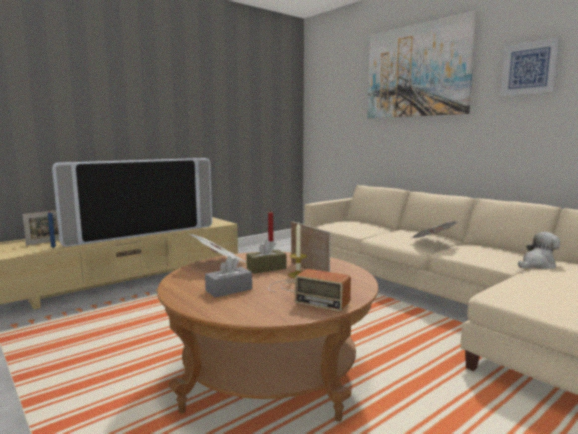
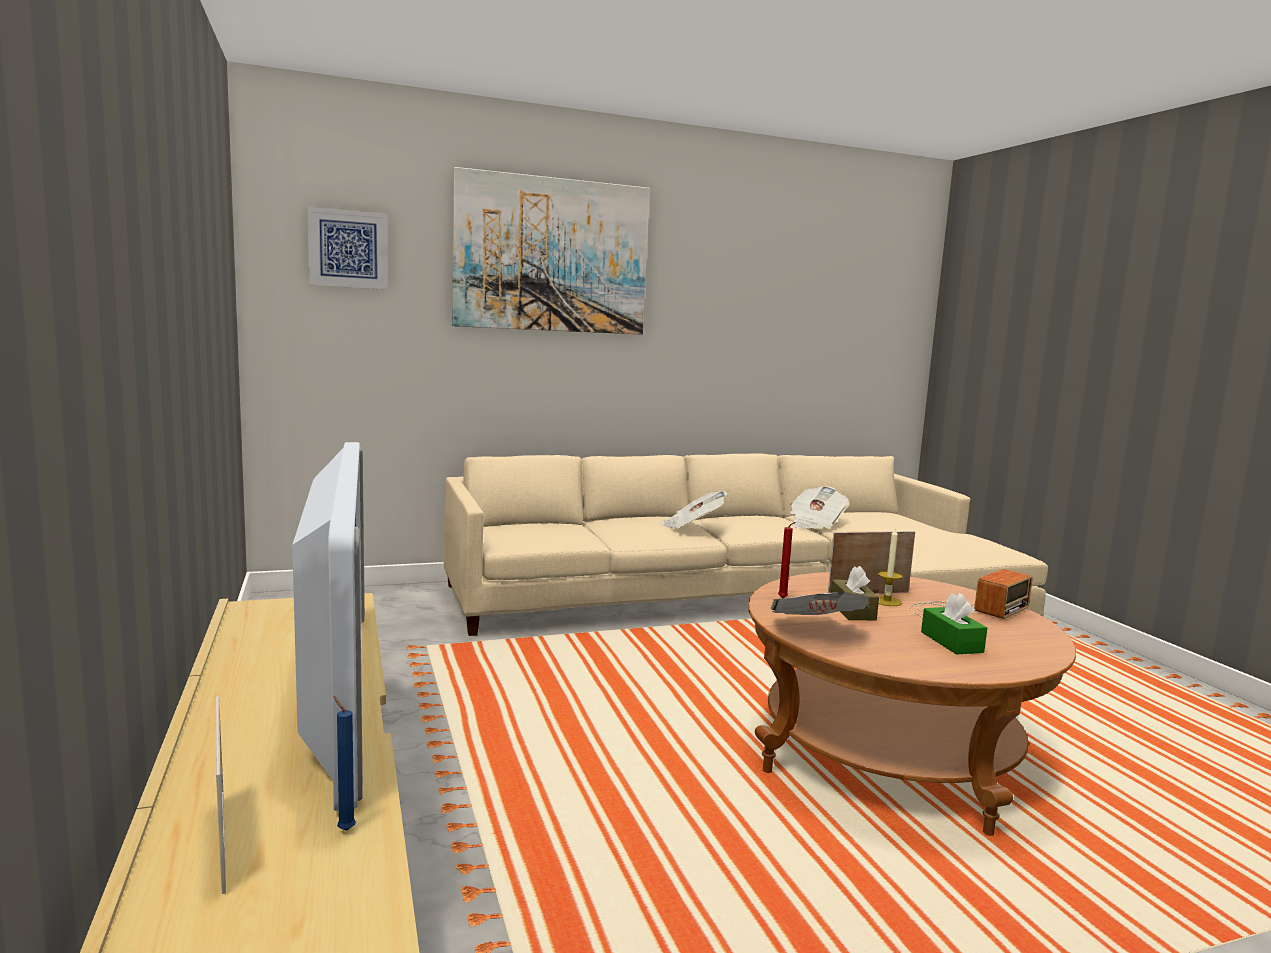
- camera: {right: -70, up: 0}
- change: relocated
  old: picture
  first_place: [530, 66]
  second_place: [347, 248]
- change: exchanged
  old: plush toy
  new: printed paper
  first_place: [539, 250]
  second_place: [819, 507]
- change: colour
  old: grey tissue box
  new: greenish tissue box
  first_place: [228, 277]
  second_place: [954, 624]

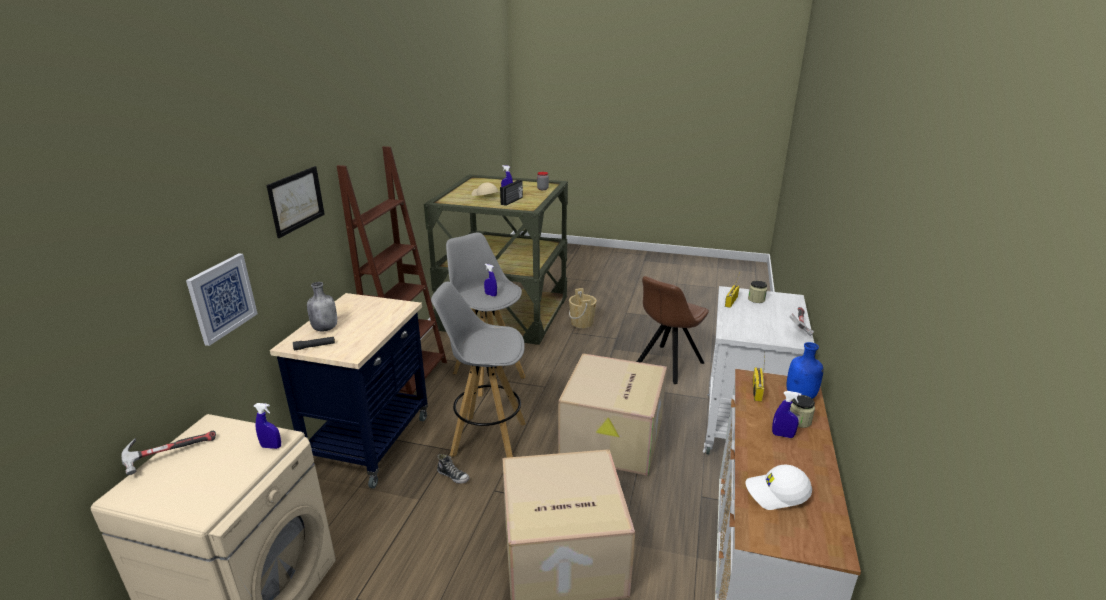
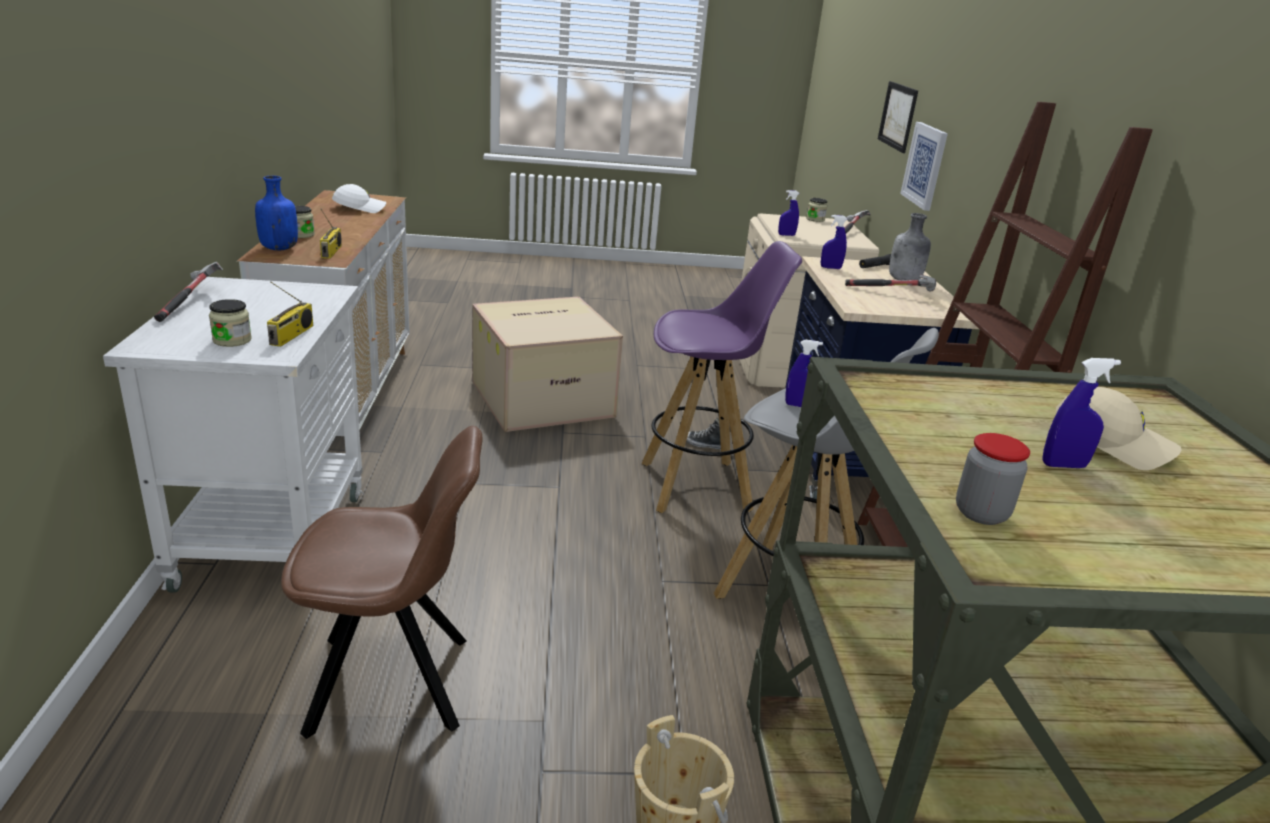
- camera: {right: 160, up: 0}
- change: relocated
  old: picture
  first_place: [295, 202]
  second_place: [898, 117]
- change: missing
  old: radio receiver
  first_place: [511, 193]
- change: spun
  old: brownish chair
  first_place: [673, 330]
  second_place: [381, 582]
  degrees: 60
- change: colour
  old: grey stool
  new: purple stool
  first_place: [478, 370]
  second_place: [721, 377]
- change: missing
  old: carton
  first_place: [612, 414]
- change: relocated
  old: blue-coloured sprayer
  first_place: [786, 414]
  second_place: [834, 242]
- change: appeared
  new: storage jar
  second_place: [816, 210]
- change: appeared
  new: hand hammer
  second_place: [890, 283]

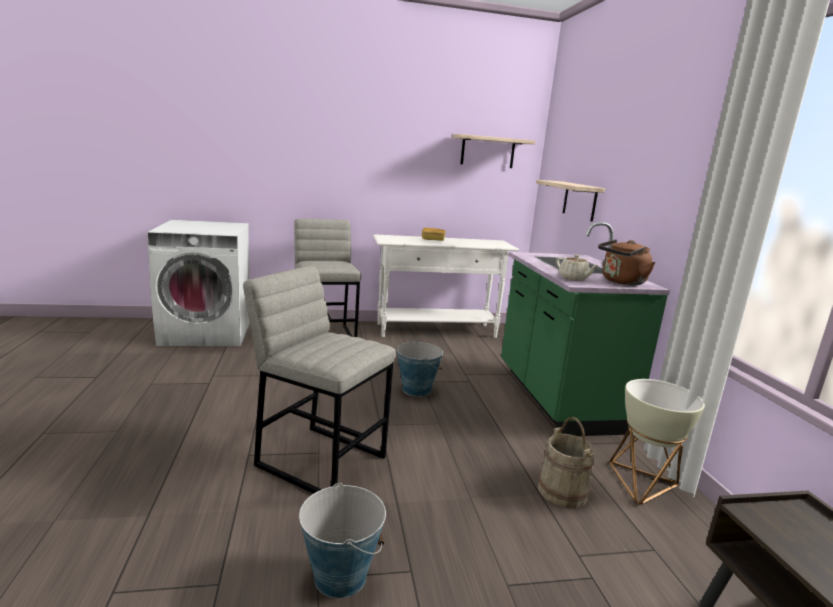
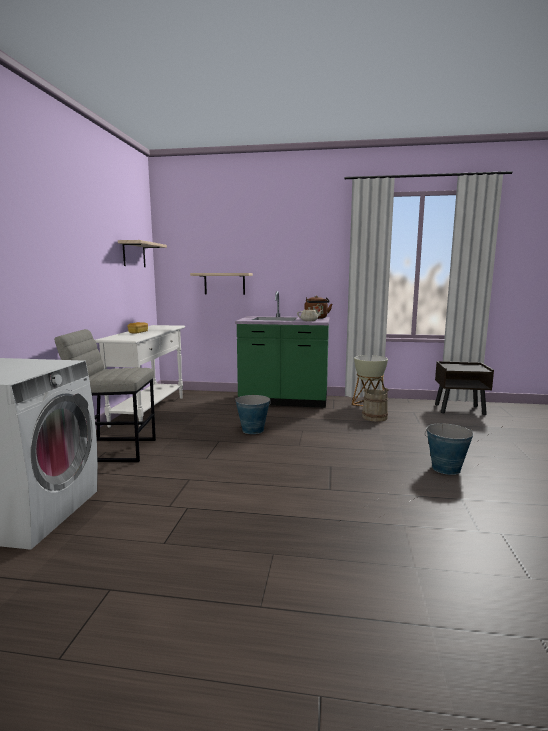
- camera: {right: -70, up: -5}
- change: missing
  old: grey chair
  first_place: [319, 380]

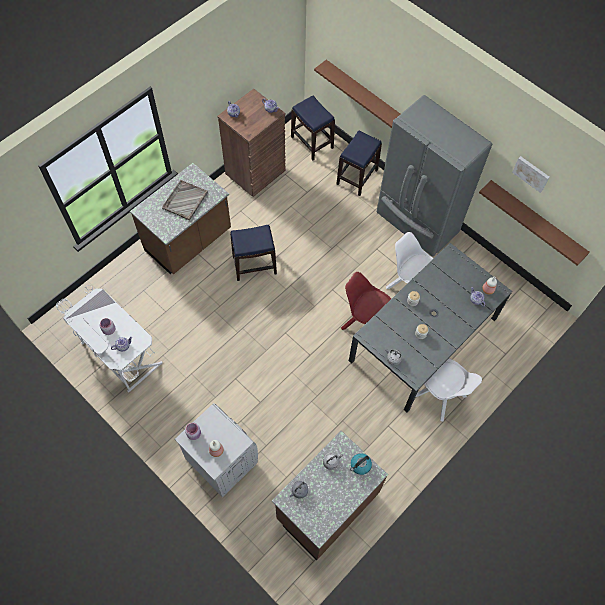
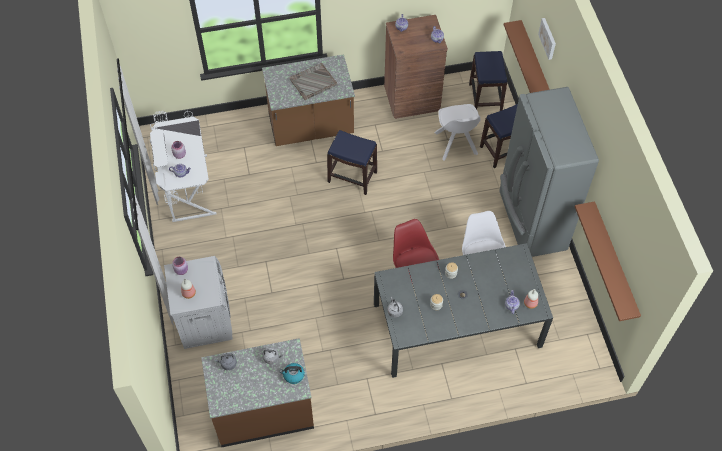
- camera: {right: 35, up: -5}
- change: relocated
  old: picture
  first_place: [530, 174]
  second_place: [547, 39]
- change: relocated
  old: white-coloured chair
  first_place: [449, 389]
  second_place: [458, 132]

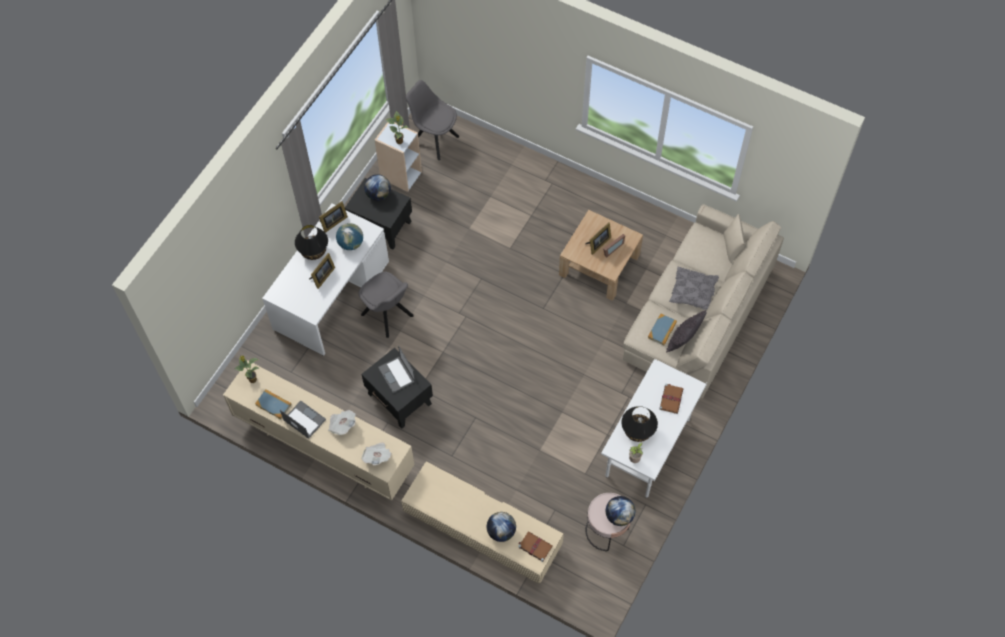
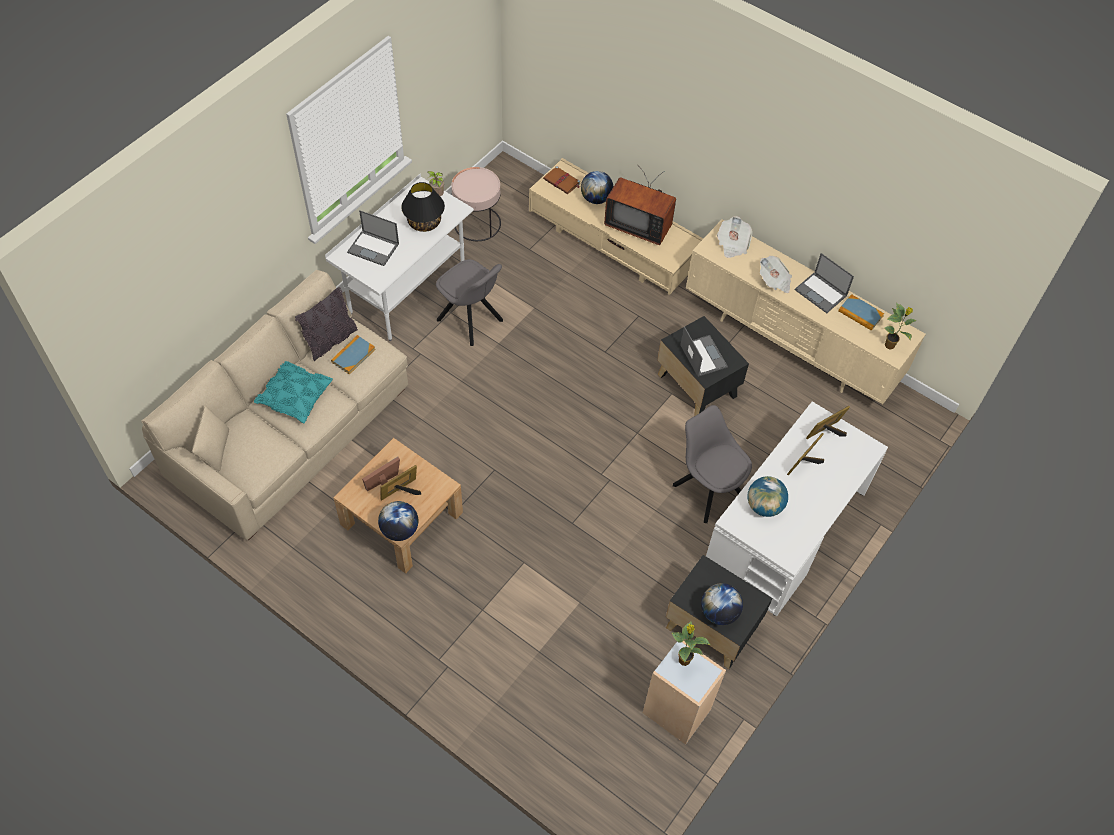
- camera: {right: -175, up: -5}
- change: relocated
  old: grey chair
  first_place: [432, 120]
  second_place: [469, 302]
- change: relocated
  old: standing frame
  first_place: [333, 217]
  second_place: [828, 422]
- change: missing
  old: blackish lamp for a table
  first_place: [311, 242]
- change: colour
  old: grey pillow
  new: turquoise-coloured pillow
  first_place: [694, 288]
  second_place: [293, 392]
- change: exchanged
  old: brownish bound book
  new: notebook computer
  first_place: [671, 399]
  second_place: [373, 238]
- change: relocated
  old: globe
  first_place: [620, 511]
  second_place: [398, 521]
- change: appeared
  new: TV
  second_place: [640, 206]

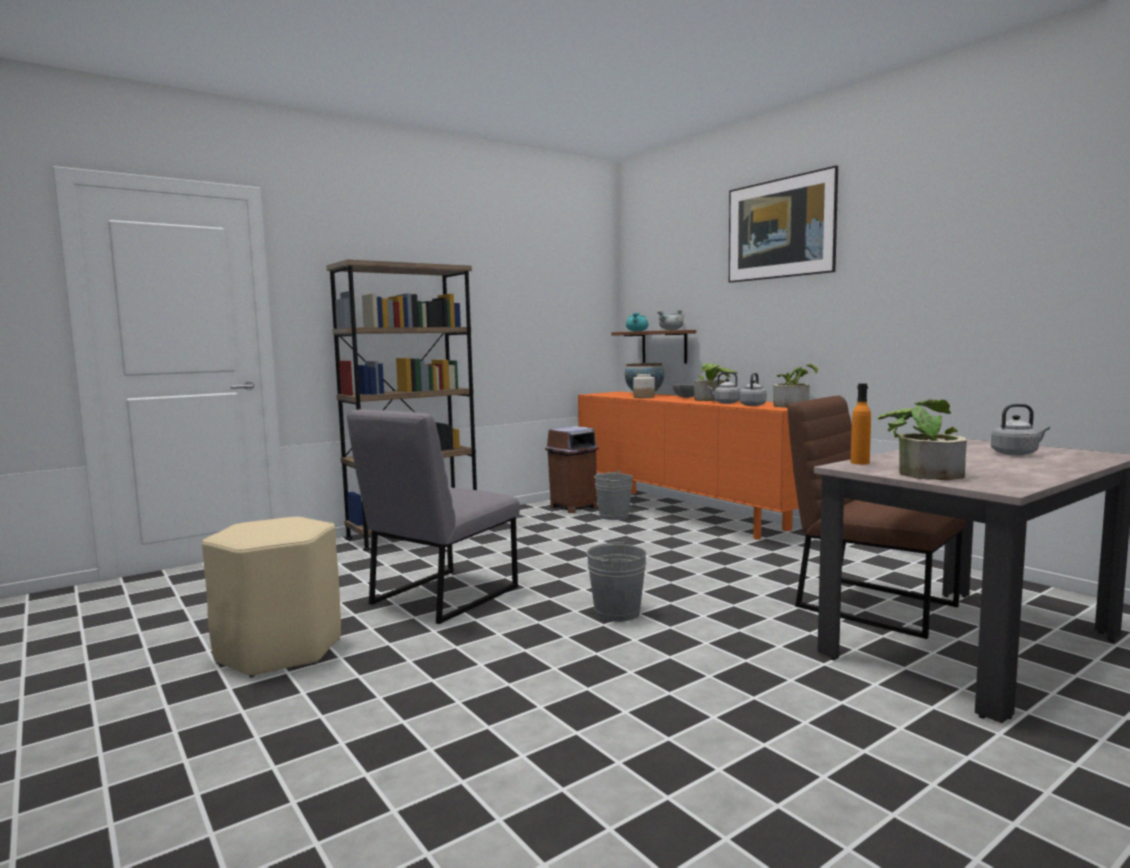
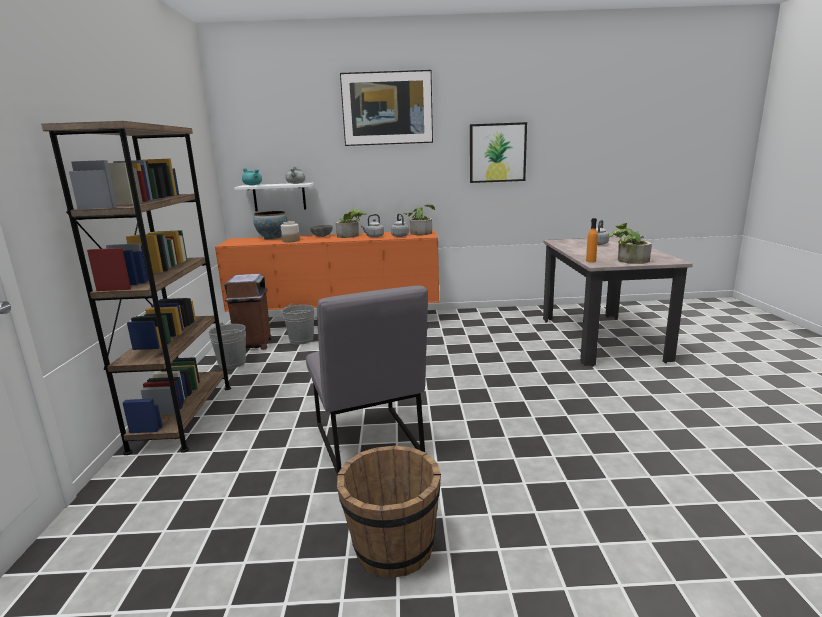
- camera: {right: -55, up: 10}
- change: colour
  old: brownish shelf
  new: white-coloured shelf
  first_place: [653, 346]
  second_place: [274, 197]
- change: missing
  old: brownish chair
  first_place: [877, 517]
- change: exchanged
  old: beige stool
  new: brownish bucket
  first_place: [271, 597]
  second_place: [389, 512]
- change: relocated
  old: grey bucket
  first_place: [616, 581]
  second_place: [227, 346]
- change: appeared
  new: picture
  second_place: [498, 152]

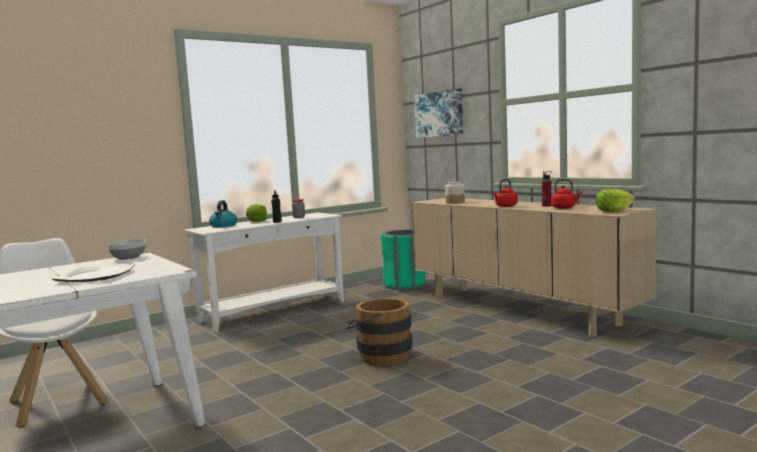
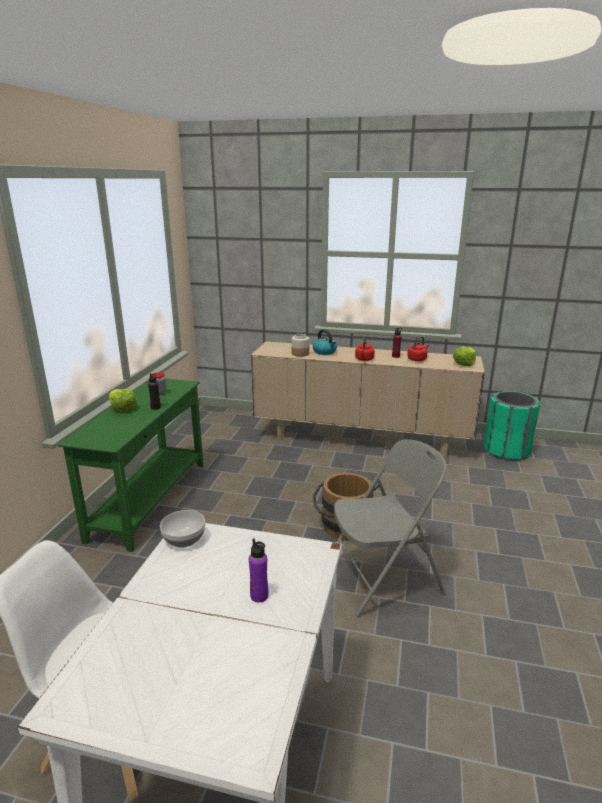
- camera: {right: -40, up: 15}
- change: missing
  old: picture
  first_place: [438, 113]
- change: relocated
  old: kettle
  first_place: [223, 214]
  second_place: [325, 342]
- change: colour
  old: white-coloured hall table
  new: greenish hall table
  first_place: [264, 273]
  second_place: [130, 465]
- change: relocated
  old: greenish trash can
  first_place: [403, 260]
  second_place: [512, 426]
- change: exchanged
  old: flat dish
  new: purple bottle
  first_place: [93, 273]
  second_place: [259, 570]
- change: appeared
  new: grey chair
  second_place: [390, 528]

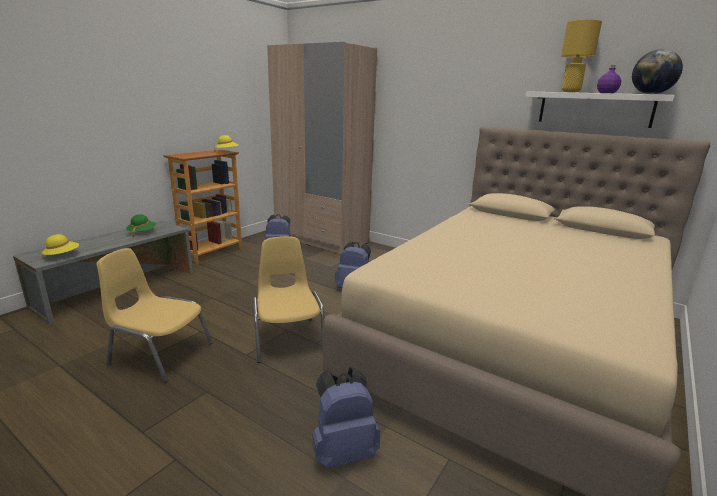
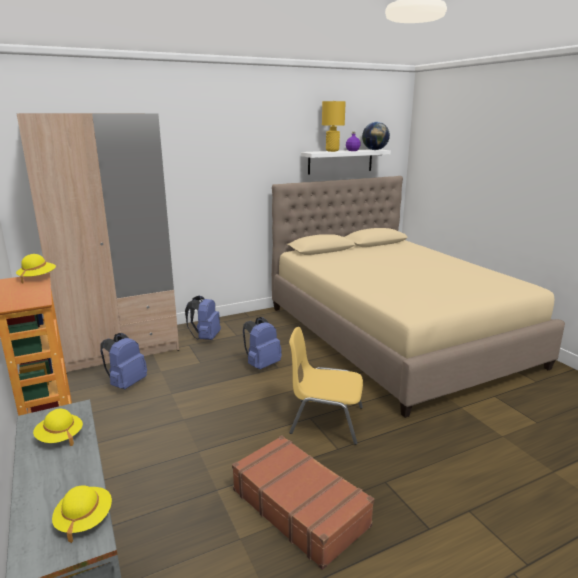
- camera: {right: -60, up: 0}
- change: colour
  old: greenish clothing hat
  new: yellow-coloured clothing hat
  first_place: [141, 225]
  second_place: [58, 427]
- change: exchanged
  old: yellow-coloured chair
  new: brownish suitcase
  first_place: [155, 315]
  second_place: [303, 502]
- change: relocated
  old: blue-coloured rucksack
  first_place: [346, 417]
  second_place: [203, 318]

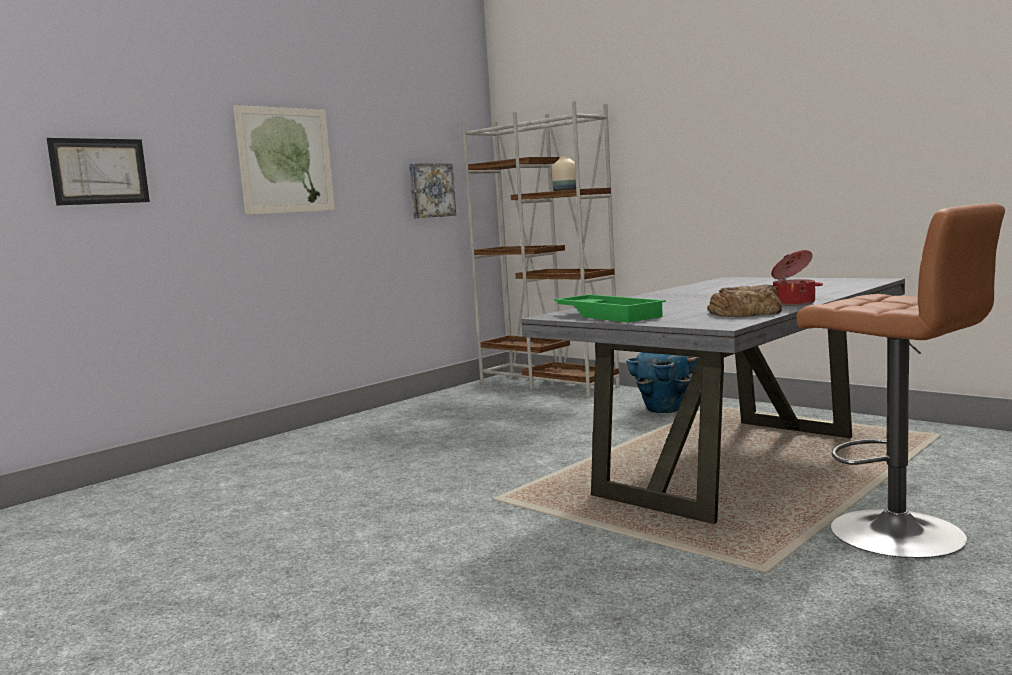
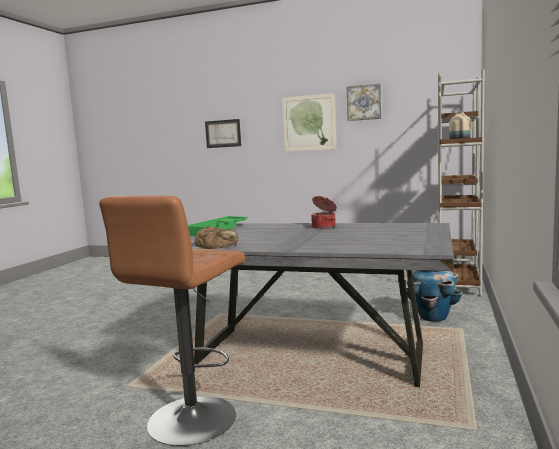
- camera: {right: 65, up: 0}
- change: relocated
  old: picture
  first_place: [432, 190]
  second_place: [364, 102]
- change: relocated
  old: stockpot
  first_place: [797, 278]
  second_place: [324, 212]

